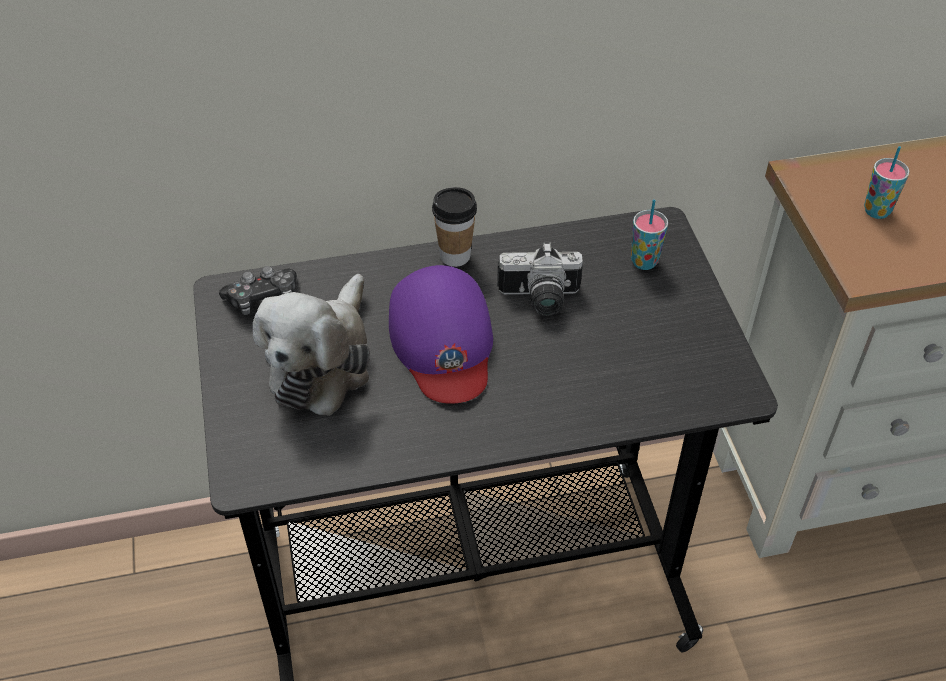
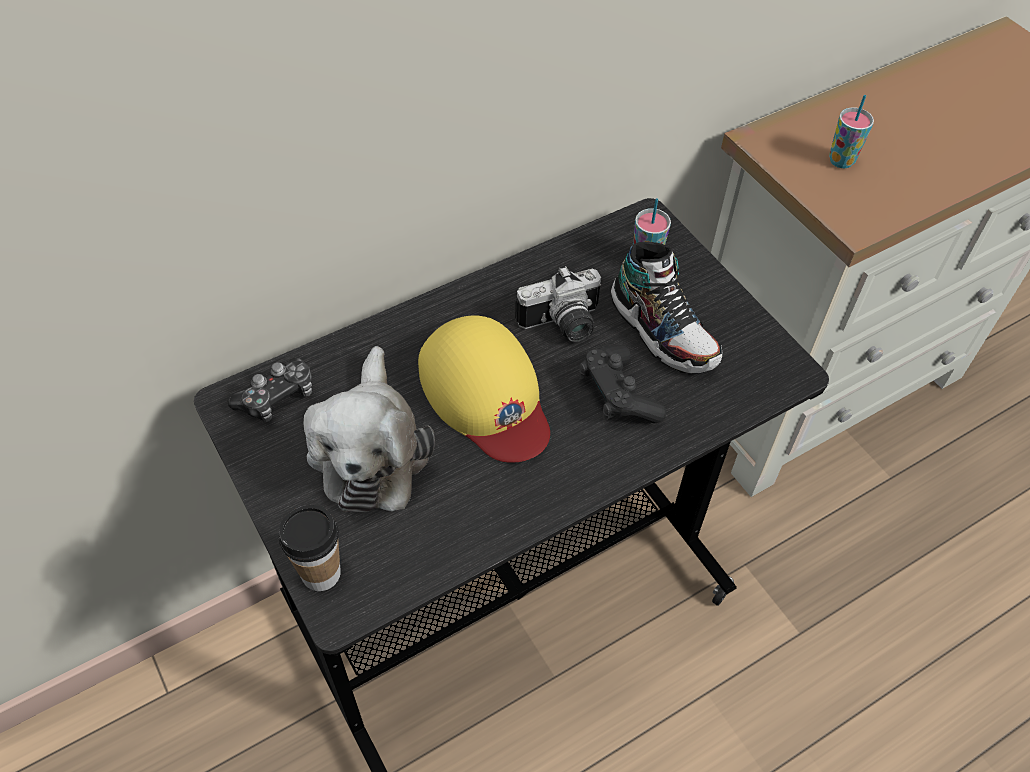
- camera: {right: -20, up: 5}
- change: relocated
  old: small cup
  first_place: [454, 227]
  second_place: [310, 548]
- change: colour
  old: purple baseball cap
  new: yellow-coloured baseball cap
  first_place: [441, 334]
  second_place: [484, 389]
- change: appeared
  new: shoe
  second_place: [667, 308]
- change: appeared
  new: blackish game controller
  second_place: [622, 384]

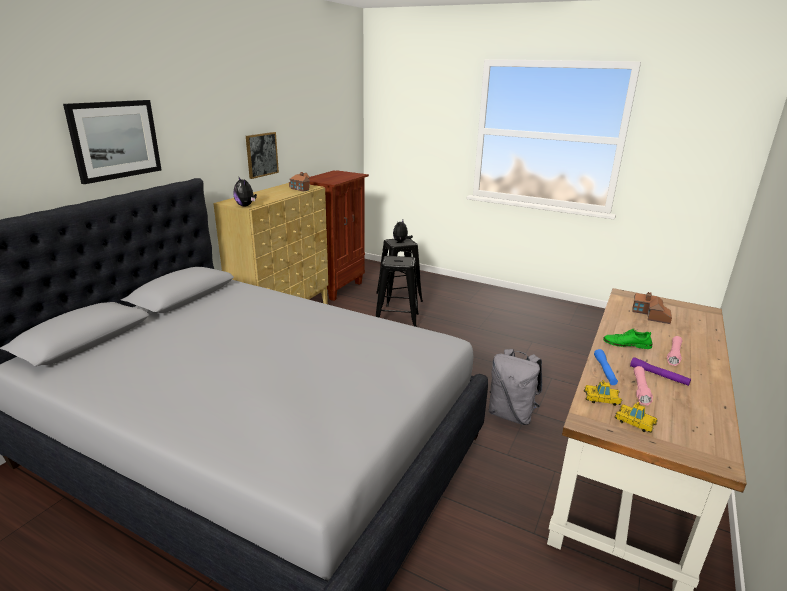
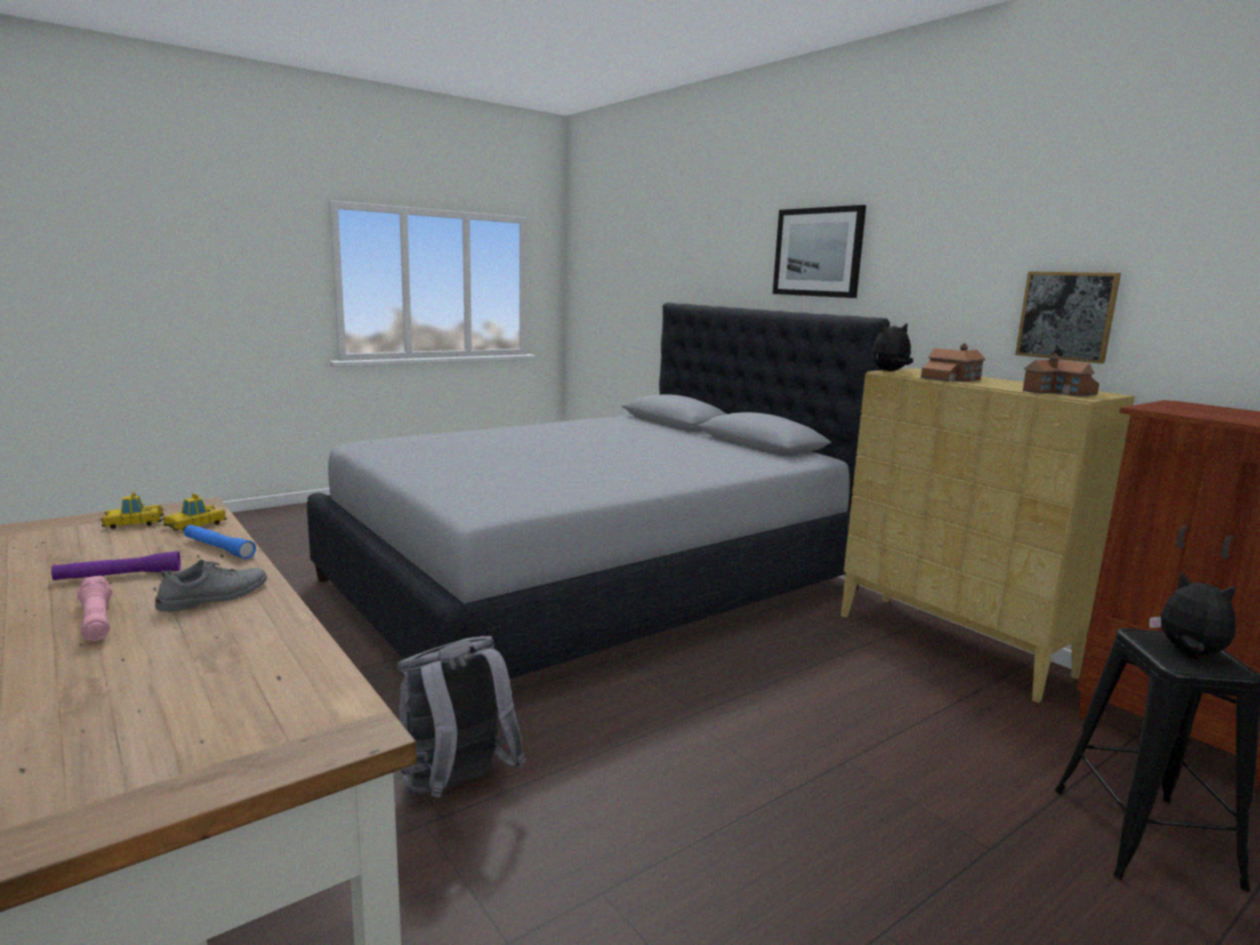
- camera: {right: 115, up: -10}
- change: missing
  old: blackish stool
  first_place: [397, 291]
- change: relocated
  old: miniature house
  first_place: [652, 308]
  second_place: [953, 362]
- change: colour
  old: greenish shoe
  new: grey shoe
  first_place: [627, 339]
  second_place: [211, 585]
- change: missing
  old: pink hand torch
  first_place: [643, 386]

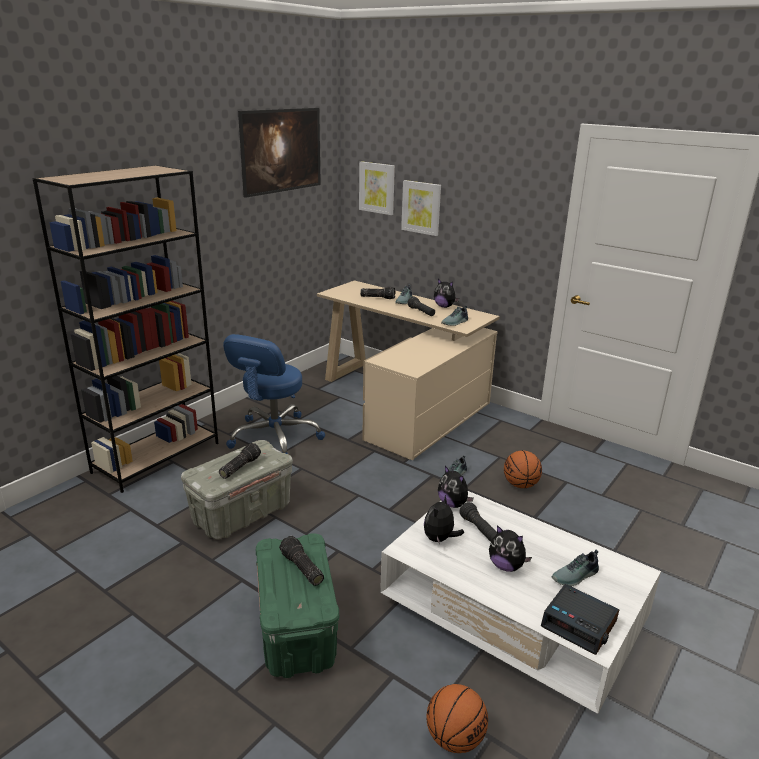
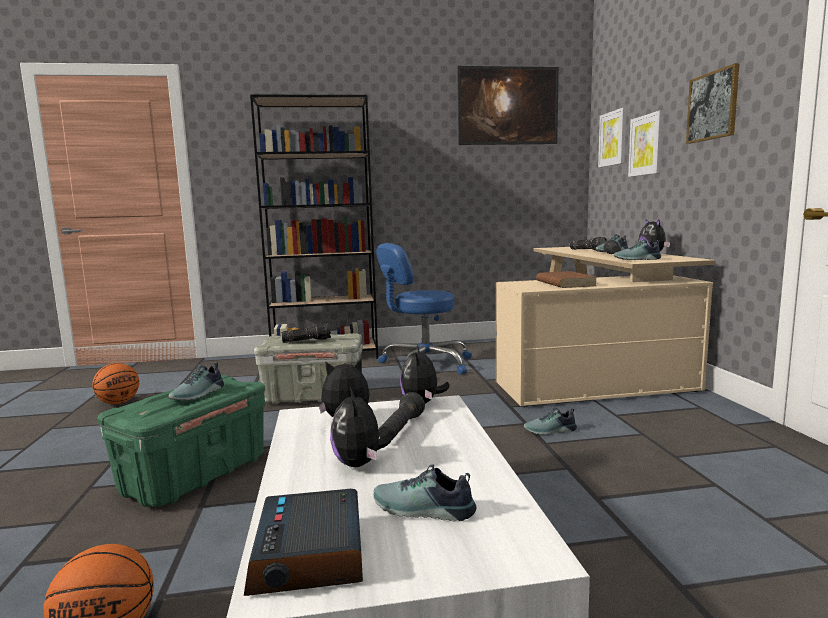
- camera: {right: 45, up: -15}
- change: relocated
  old: basketball
  first_place: [523, 469]
  second_place: [115, 383]
- change: exchanged
  old: hand torch
  new: shoe
  first_place: [301, 561]
  second_place: [196, 381]
- change: appeared
  new: picture
  second_place: [713, 103]
- change: appeared
  new: brownish bound book
  second_place: [566, 279]

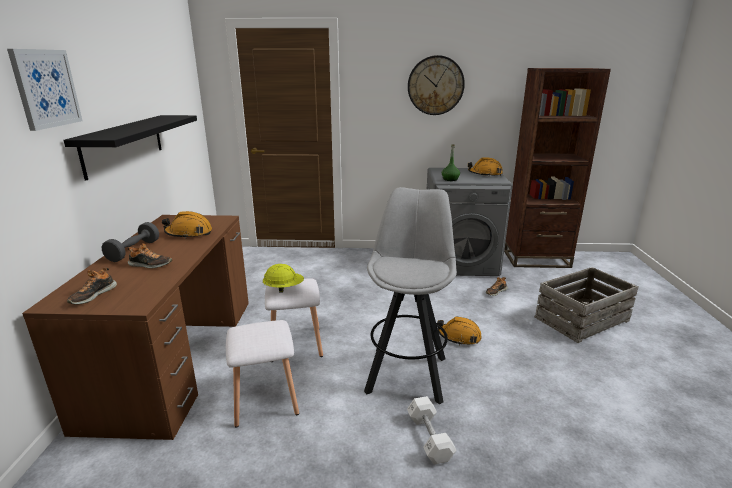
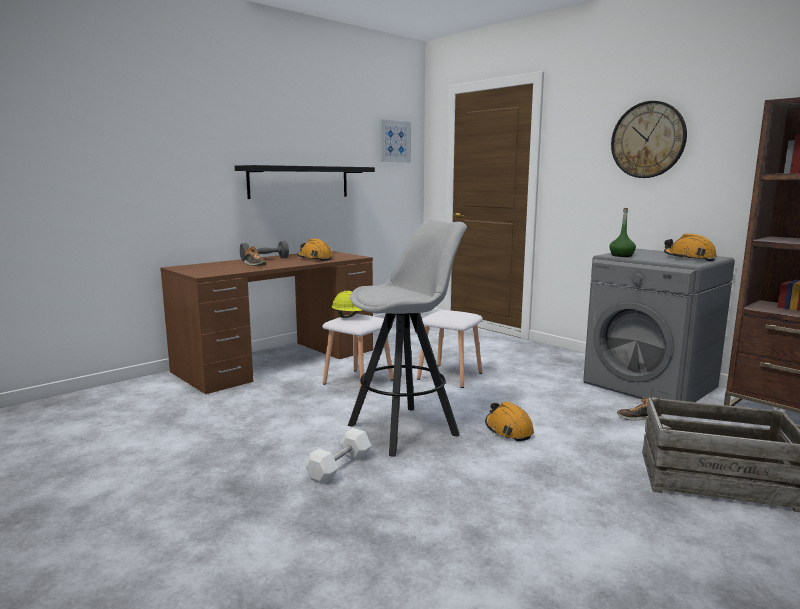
- camera: {right: 45, up: -10}
- change: relocated
  old: picture
  first_place: [44, 90]
  second_place: [395, 140]
- change: missing
  old: shoe
  first_place: [92, 286]
- change: relocated
  old: white-coloured stool
  first_place: [262, 374]
  second_place: [450, 349]

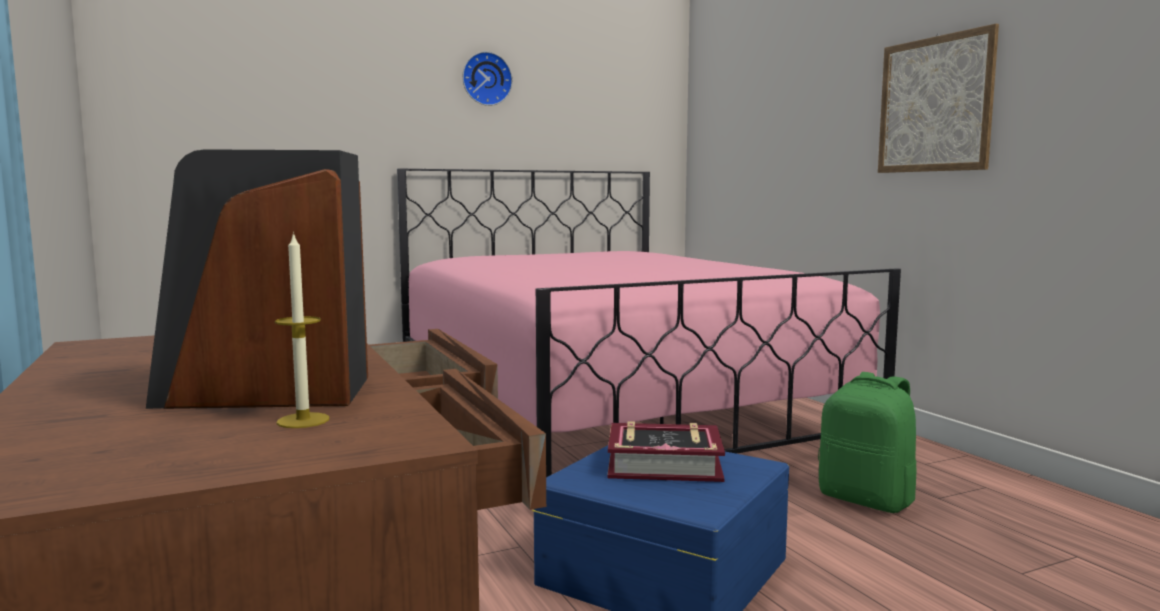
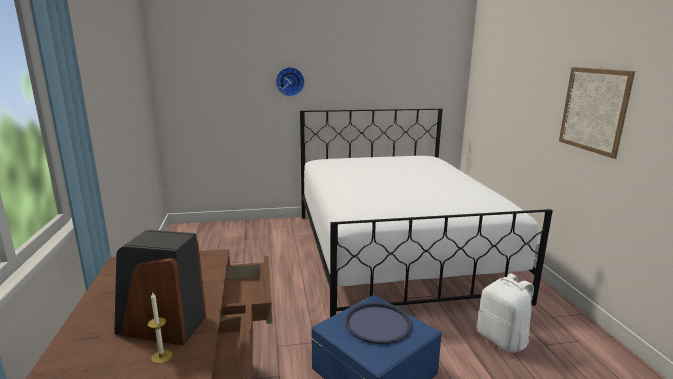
- camera: {right: 15, up: 10}
- change: relocated
  old: wall clock
  first_place: [487, 78]
  second_place: [290, 82]
- change: colour
  old: pink bed
  new: white-coloured bed
  first_place: [649, 322]
  second_place: [426, 213]
- change: colour
  old: greenish rucksack
  new: white-coloured rucksack
  first_place: [867, 442]
  second_place: [505, 313]
- change: exchanged
  old: bound book
  new: blue-coloured tray
  first_place: [666, 451]
  second_place: [378, 323]

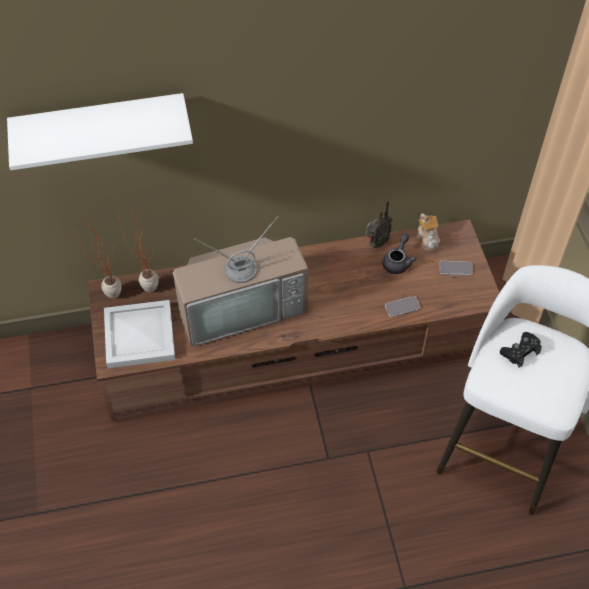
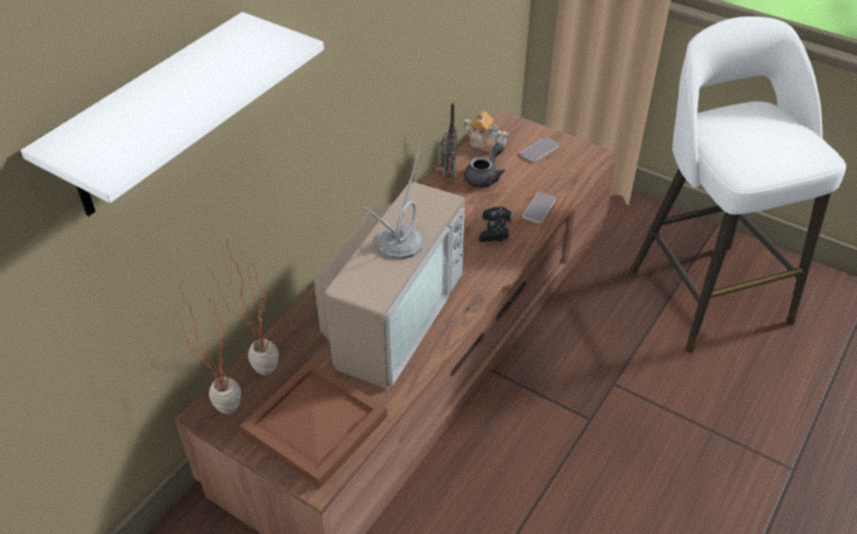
- camera: {right: -45, up: -10}
- change: spun
  old: grey teapot
  first_place: [399, 253]
  second_place: [484, 165]
  degrees: 60
- change: colour
  old: white-coloured tray
  new: brownish tray
  first_place: [139, 334]
  second_place: [313, 424]
- change: relocated
  old: blackish game controller
  first_place: [521, 350]
  second_place: [495, 224]

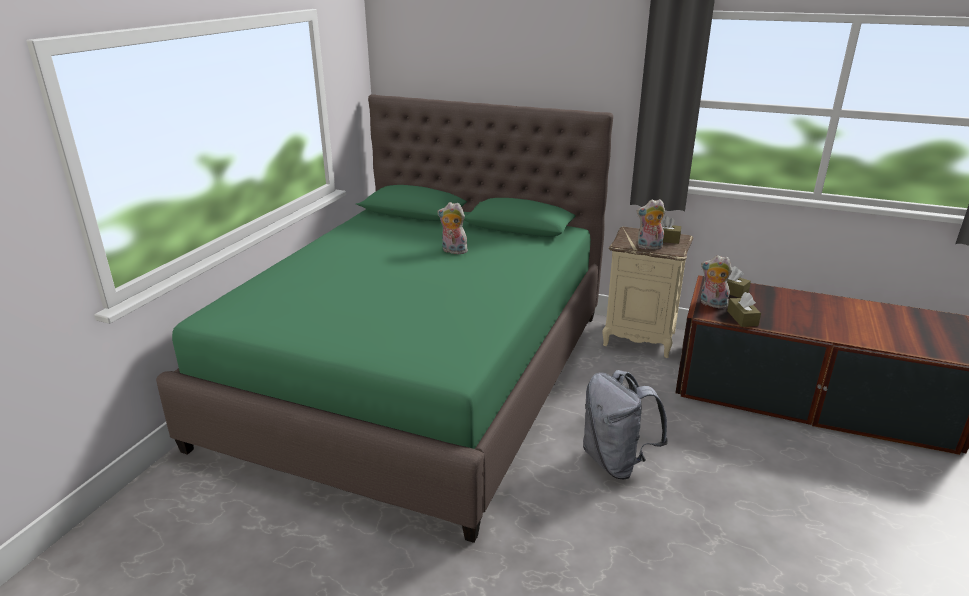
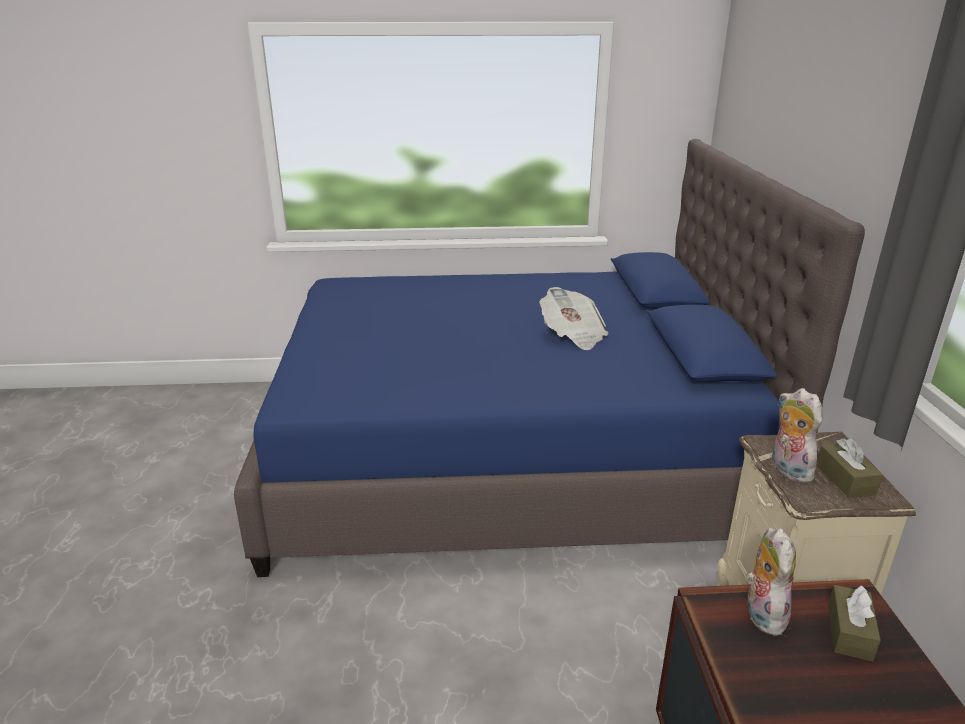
- camera: {right: 65, up: 0}
- change: colour
  old: greenish bed
  new: blue-coloured bed
  first_place: [384, 319]
  second_place: [549, 358]
- change: exchanged
  old: plush toy
  new: printed paper
  first_place: [454, 228]
  second_place: [574, 318]
- change: missing
  old: brownish tissue box
  first_place: [744, 309]
- change: missing
  old: grey rucksack
  first_place: [625, 424]

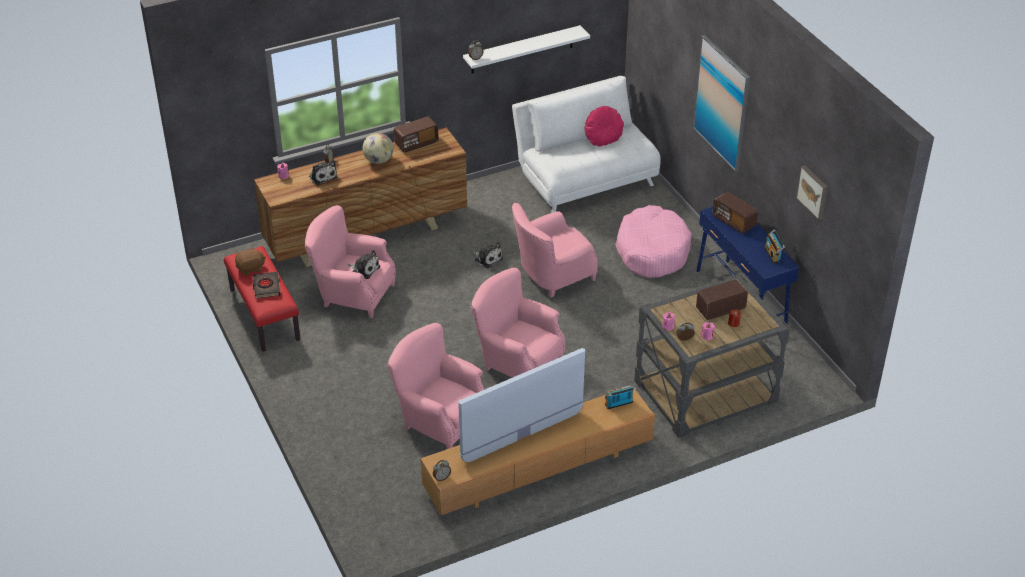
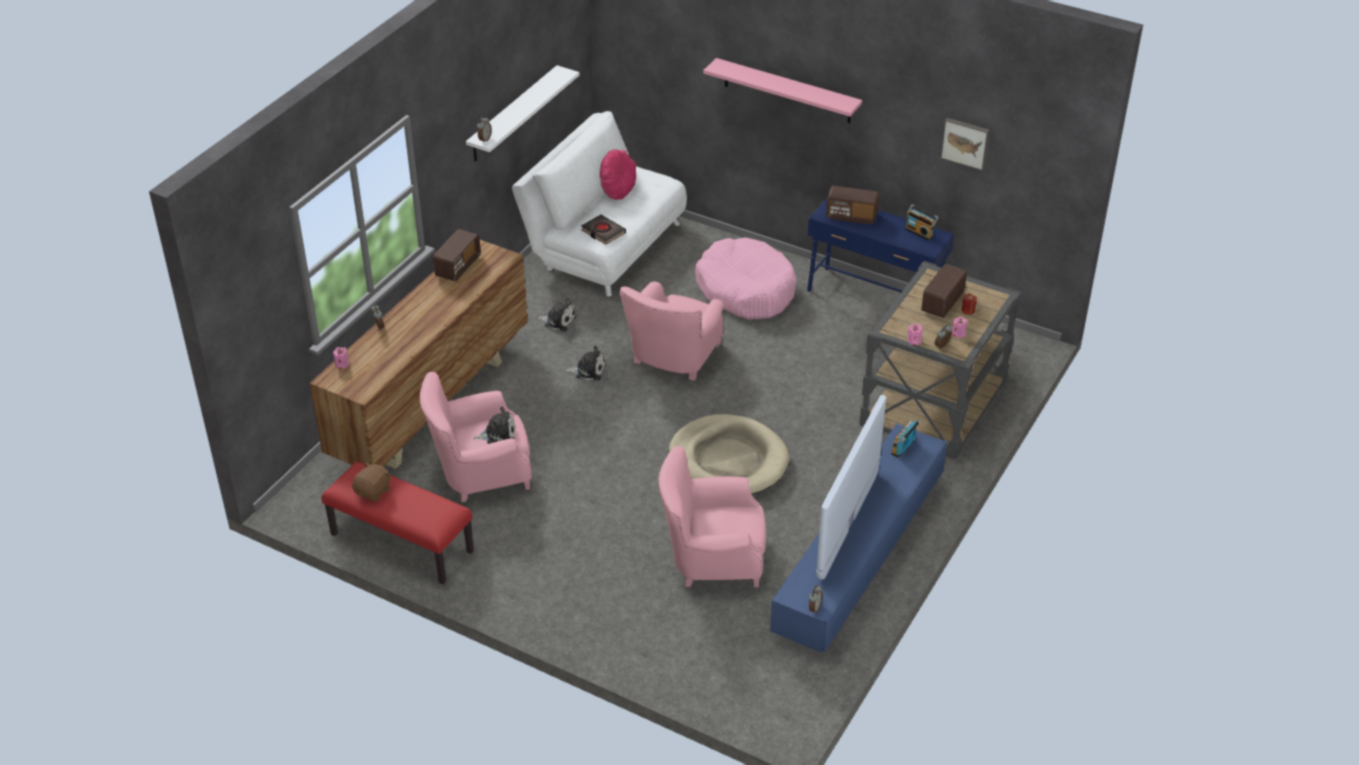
- camera: {right: -35, up: 0}
- change: exchanged
  old: picture
  new: pink shelf
  first_place: [721, 103]
  second_place: [782, 90]
- change: missing
  old: globe
  first_place: [377, 148]
- change: relocated
  old: plush toy
  first_place: [323, 172]
  second_place: [556, 314]
- change: exchanged
  old: pink lounge chair
  new: beige pet bed
  first_place: [518, 323]
  second_place: [729, 454]
- change: relocated
  old: blackish bound book
  first_place: [267, 285]
  second_place: [603, 229]
- change: colour
  old: brownish tv stand
  new: blue-coloured tv stand
  first_place: [538, 452]
  second_place: [858, 538]

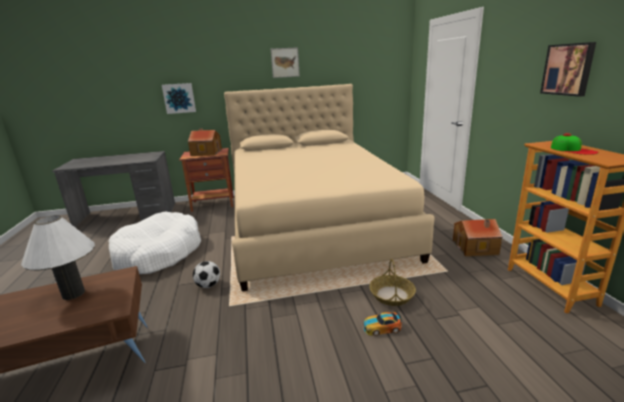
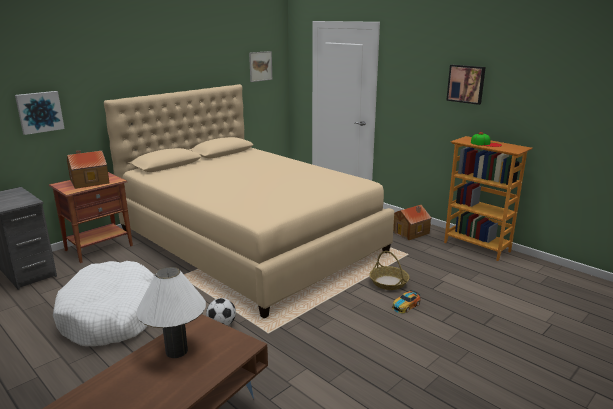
- camera: {right: -35, up: 0}
- change: relocated
  old: picture
  first_place: [285, 62]
  second_place: [260, 66]

